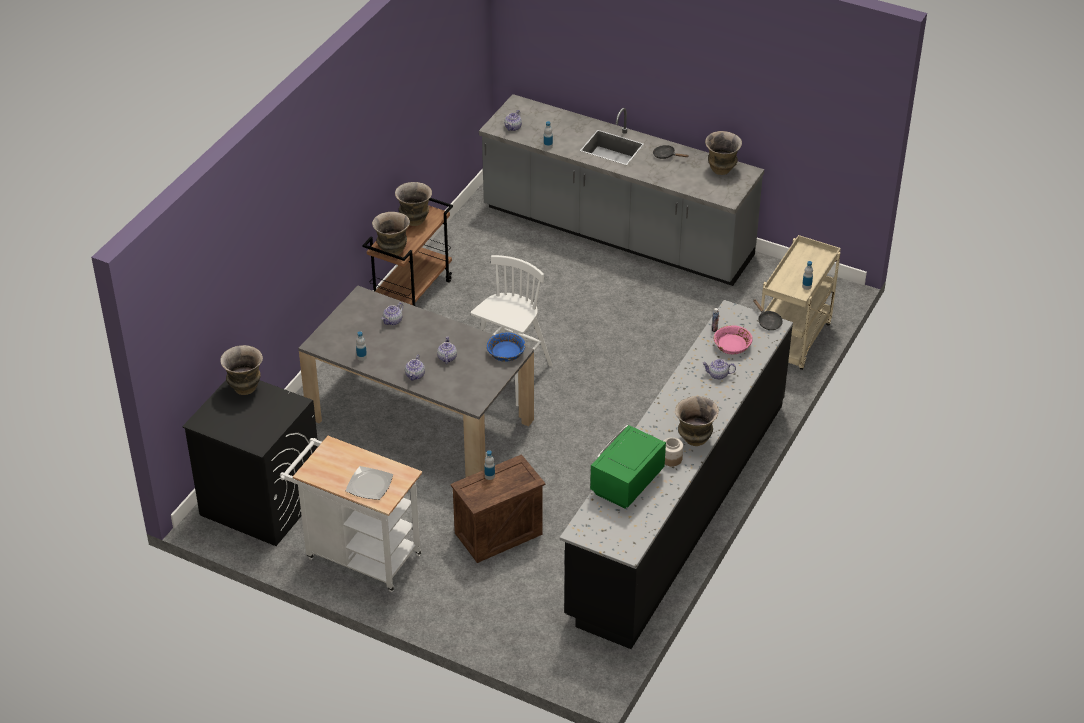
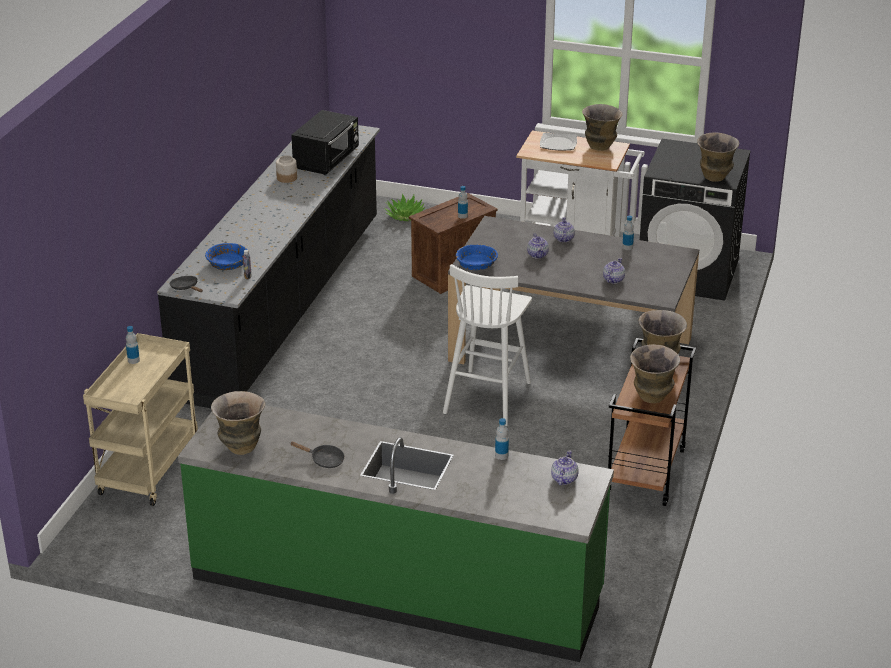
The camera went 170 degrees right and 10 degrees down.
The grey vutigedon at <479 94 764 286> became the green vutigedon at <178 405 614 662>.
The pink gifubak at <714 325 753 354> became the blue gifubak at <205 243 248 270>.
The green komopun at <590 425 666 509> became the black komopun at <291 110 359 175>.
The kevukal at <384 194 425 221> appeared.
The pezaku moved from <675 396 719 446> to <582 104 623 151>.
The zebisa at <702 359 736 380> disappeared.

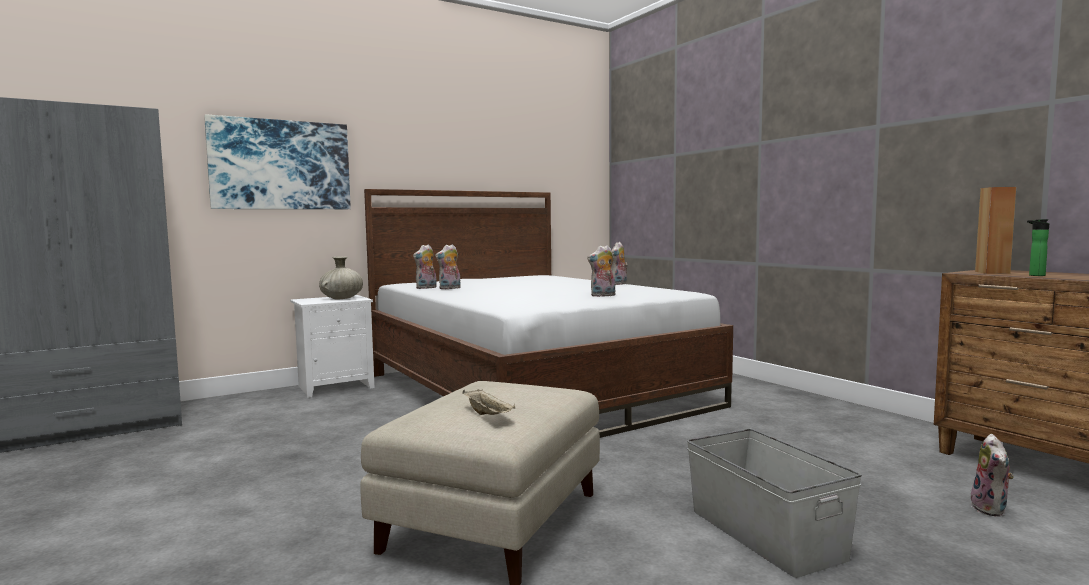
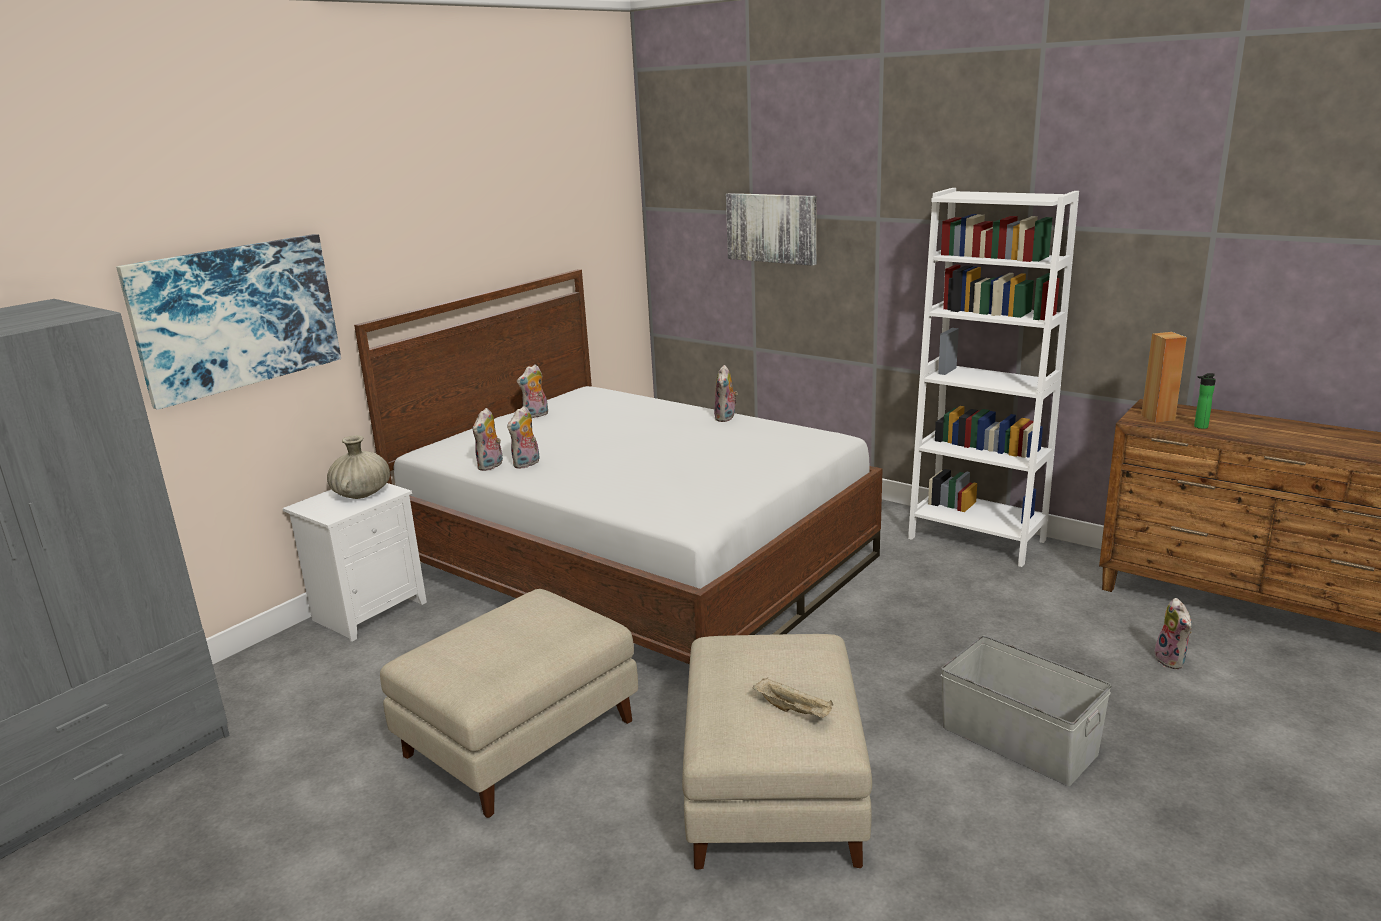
The camera went 20 degrees left and 15 degrees up.
The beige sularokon at <380 589 638 818> appeared.
The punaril moved from <587 245 615 297> to <517 364 548 418>.
The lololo at <726 193 817 266> appeared.
The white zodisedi at <908 188 1079 567> appeared.

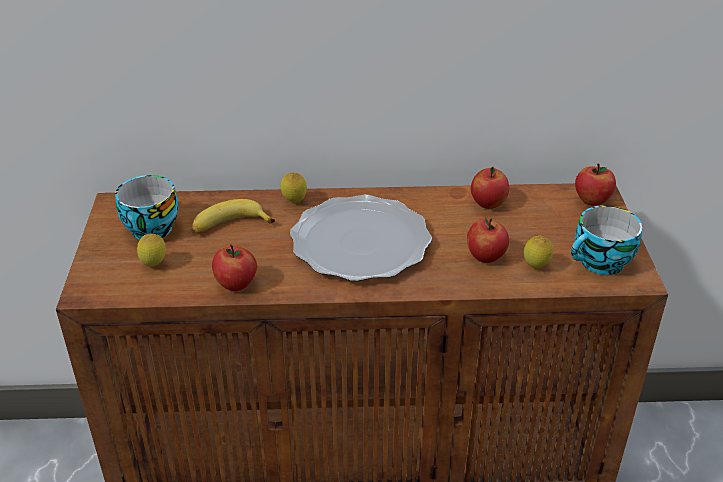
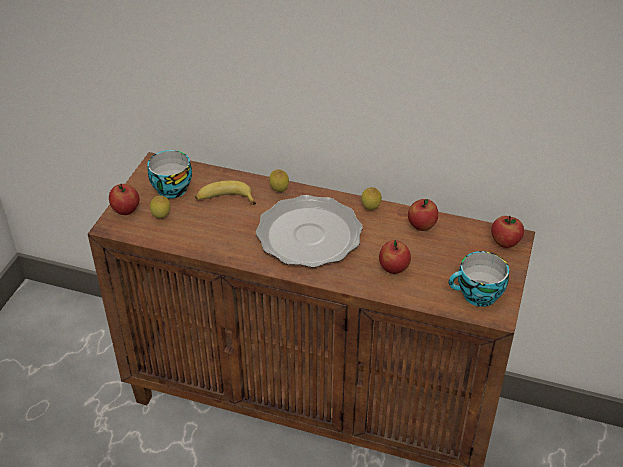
The camera went 20 degrees right and 5 degrees up.
The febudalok moved from <212 245 257 291> to <109 183 139 215>.
The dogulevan moved from <523 236 553 269> to <361 187 382 210>.

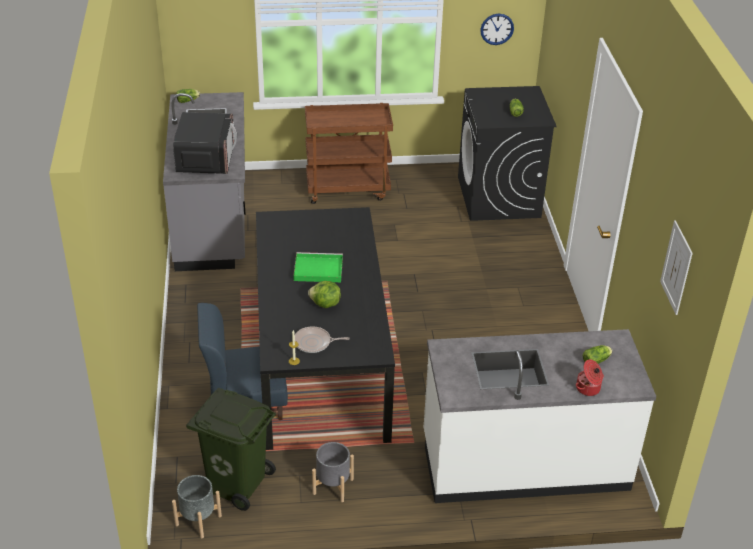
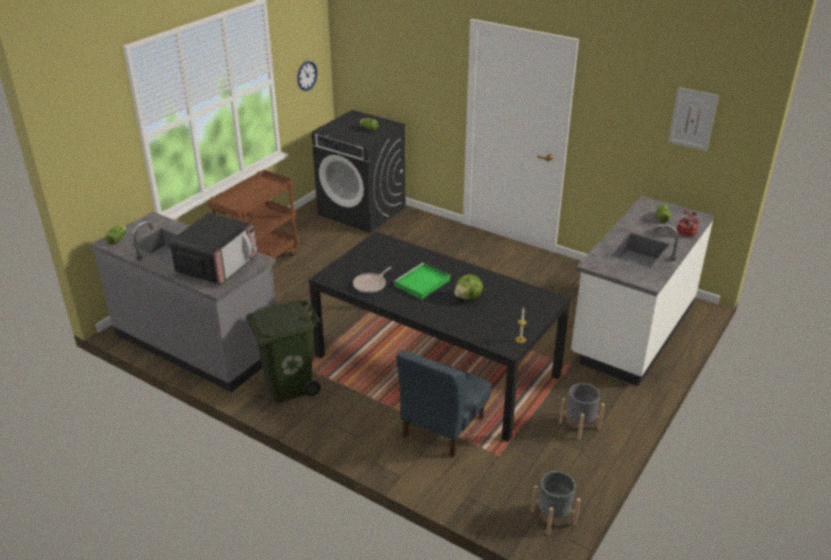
The camera went 50 degrees left and 5 degrees down.
The komopun at <173 112 237 174> turned 75 degrees clockwise.
The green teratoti moved from <186 388 276 511> to <246 300 321 402>.
The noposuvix moved from <295 327 350 353> to <353 267 391 293>.

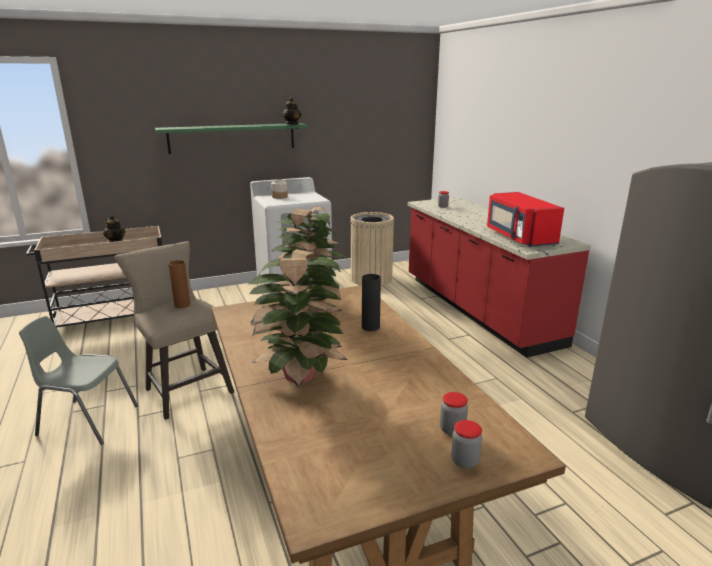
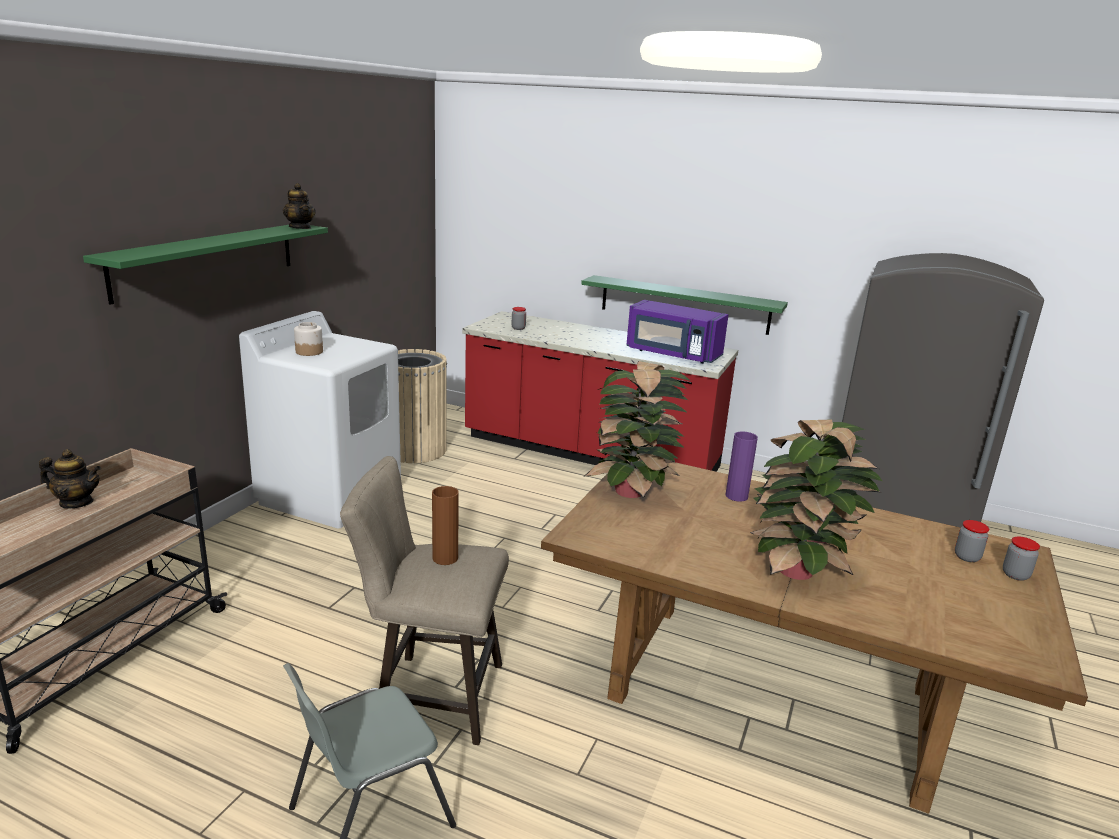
The camera went 45 degrees left and 0 degrees up.
The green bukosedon at <581 275 788 335> appeared.
The red komopun at <487 192 564 247> became the purple komopun at <626 300 728 364>.
The black pezaku at <362 274 381 331> became the purple pezaku at <725 431 758 502>.

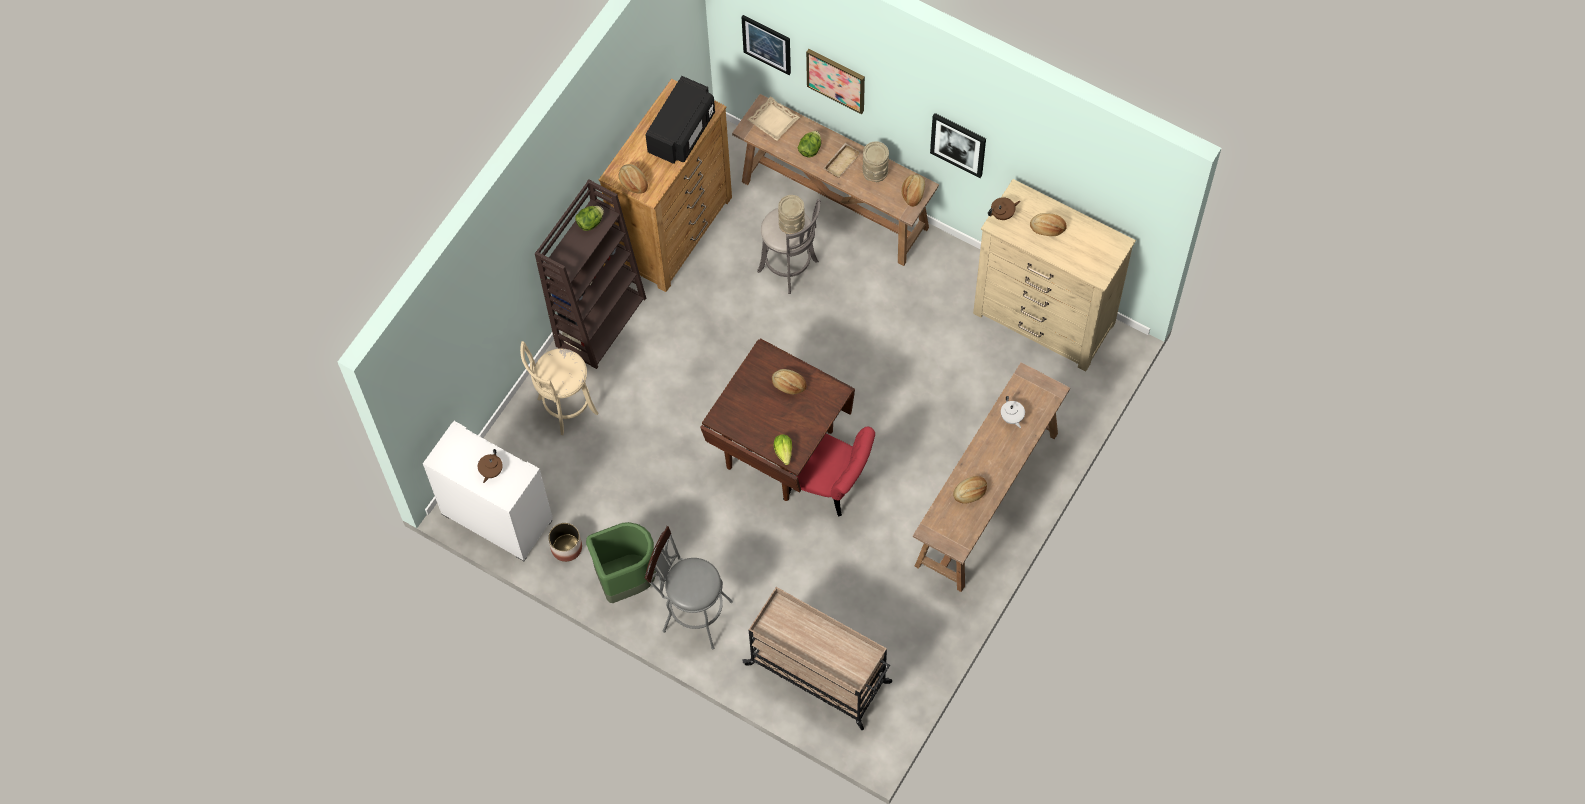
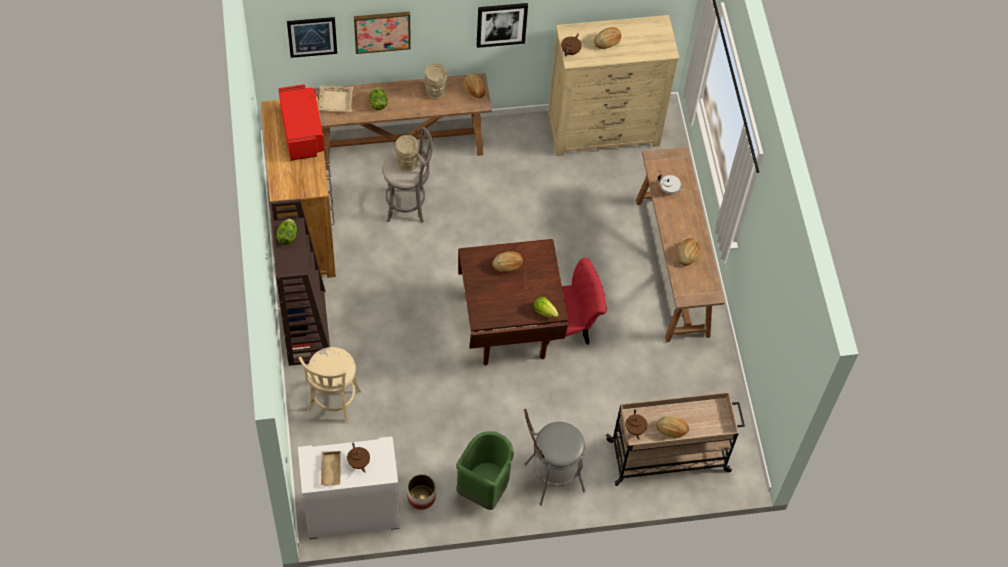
The camera went 45 degrees left and 5 degrees down.
The black komopun at <645 76 715 164> became the red komopun at <278 84 325 161>.
The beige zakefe moved from <824 143 861 178> to <320 451 341 486>.
The brown zebisa at <625 409 647 440> appeared.
The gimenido moved from <618 164 648 194> to <656 416 689 438>.

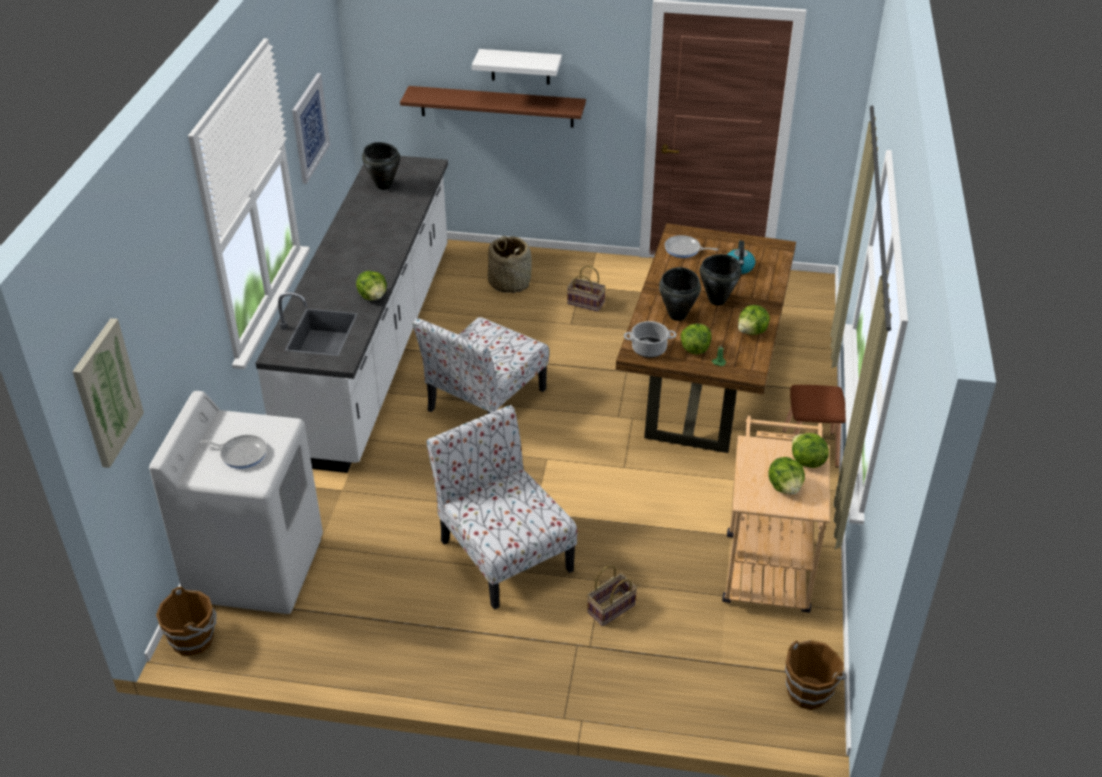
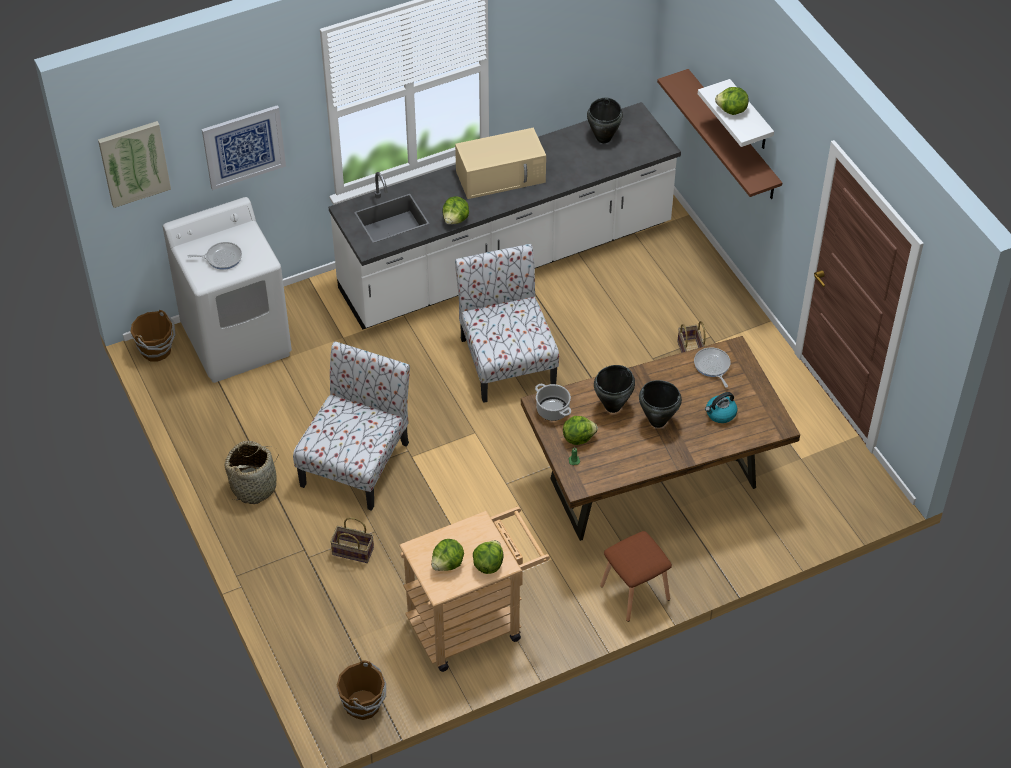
The camera went 55 degrees right and 10 degrees up.
The noposuvix at <200 435 267 469> turned 75 degrees counterclockwise.
The lololo moved from <292 73 330 184> to <202 105 286 190>.
The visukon moved from <488 236 532 293> to <225 441 279 504>.
The beige komopun at <455 128 546 199> appeared.
The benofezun at <412 317 549 414> turned 75 degrees clockwise.
The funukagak moved from <738 305 770 335> to <715 87 749 115>.

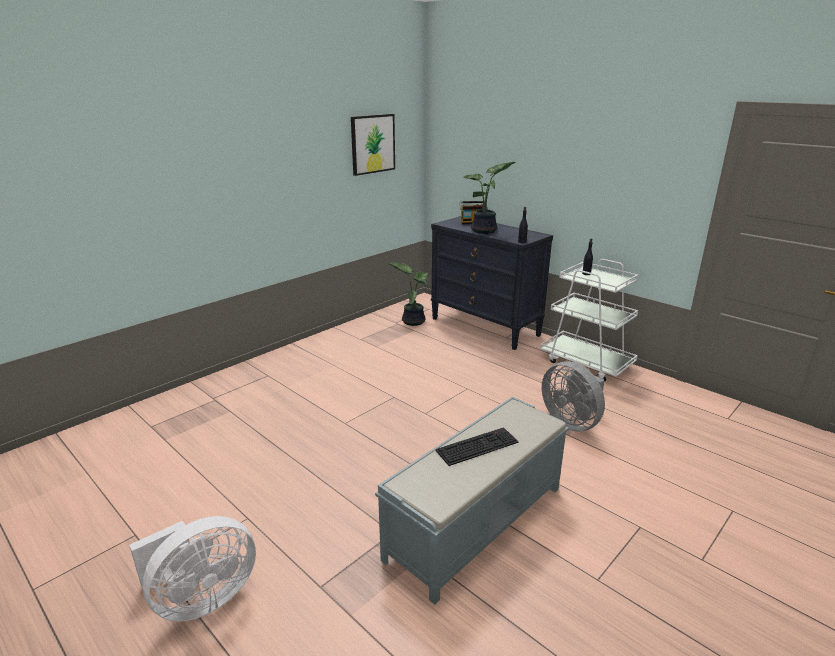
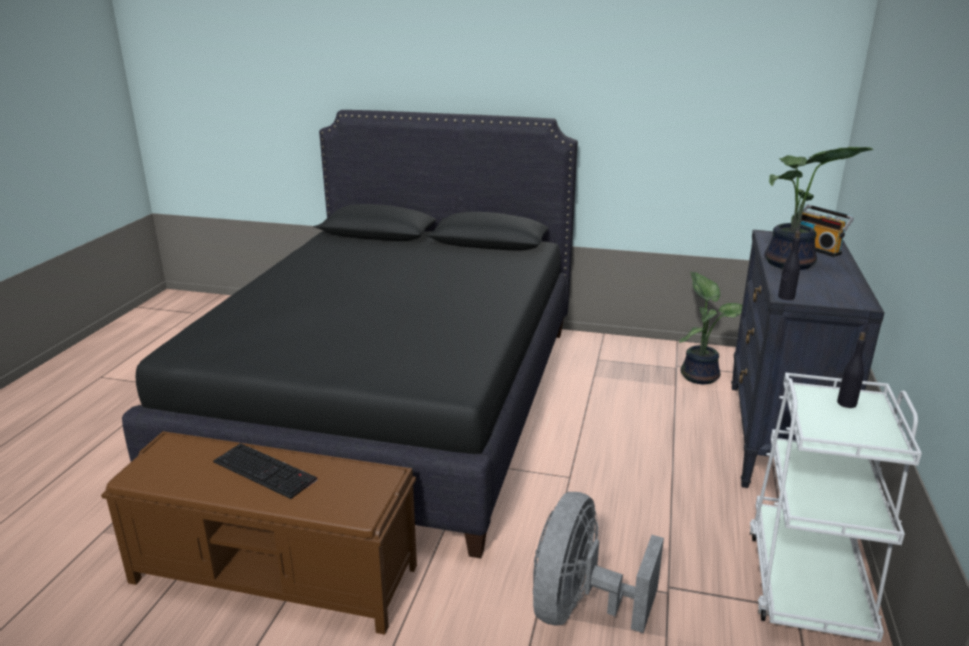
The camera went 60 degrees right and 0 degrees up.
The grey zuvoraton at <375 397 569 605> became the brown zuvoraton at <101 431 417 635>.
The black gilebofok at <122 110 578 558> appeared.
The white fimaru at <129 516 256 622> disappeared.
The lololo at <351 114 395 176> disappeared.

